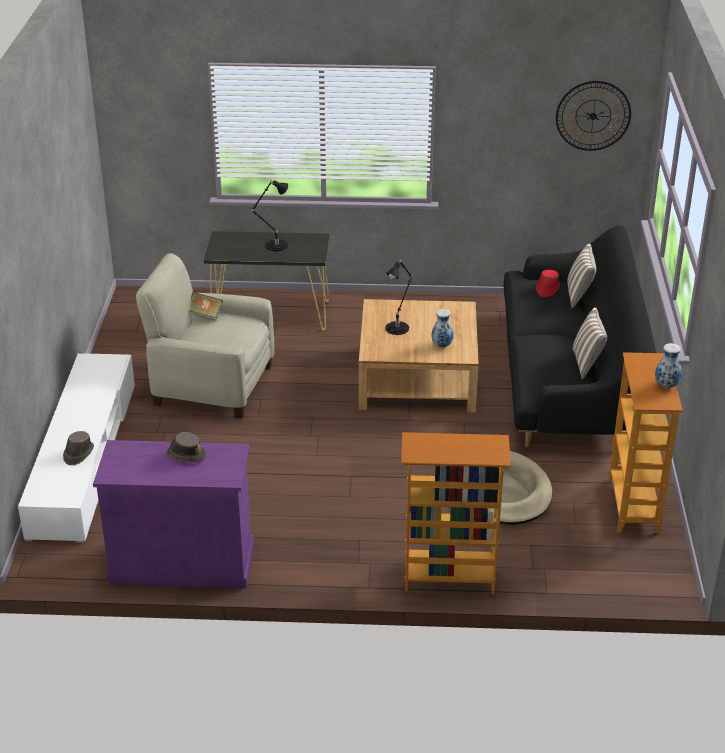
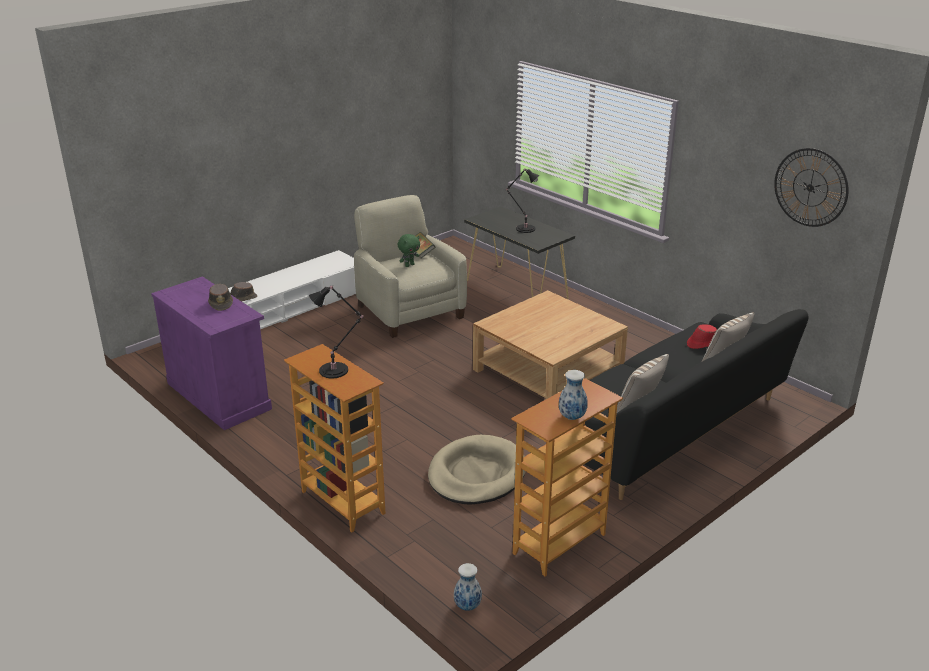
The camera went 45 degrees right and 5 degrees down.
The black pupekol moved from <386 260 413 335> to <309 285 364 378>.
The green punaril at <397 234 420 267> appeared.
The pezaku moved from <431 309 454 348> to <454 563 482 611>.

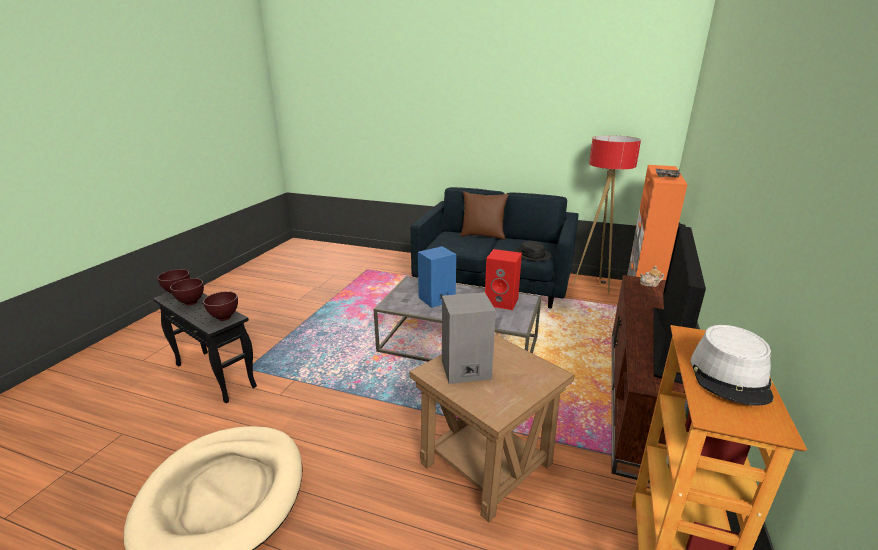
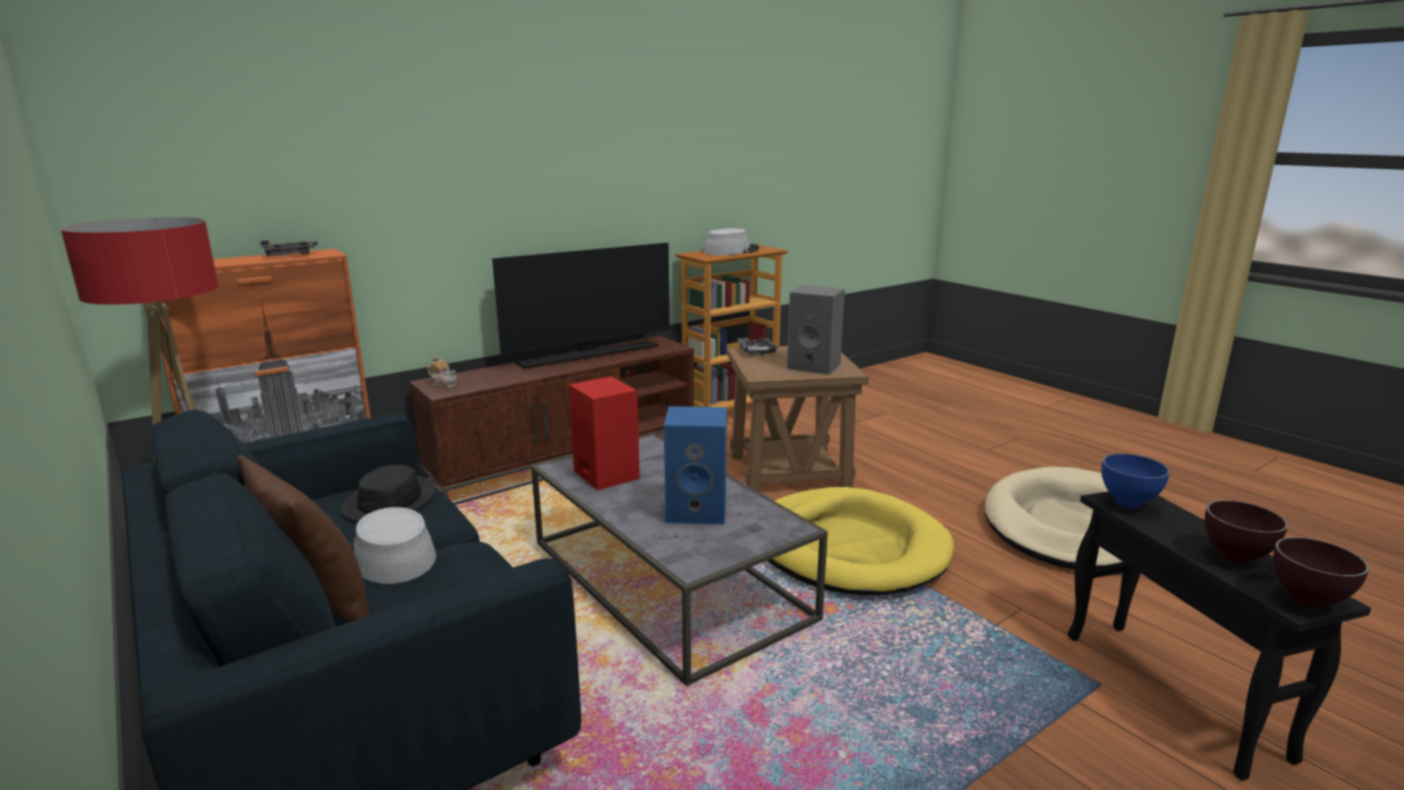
The camera went 145 degrees left and 5 degrees down.
The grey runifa at <350 507 436 584> appeared.
The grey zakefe at <737 338 778 356> appeared.
The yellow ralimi at <768 487 954 595> appeared.
The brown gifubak at <203 291 238 321> became the blue gifubak at <1101 454 1170 508>.

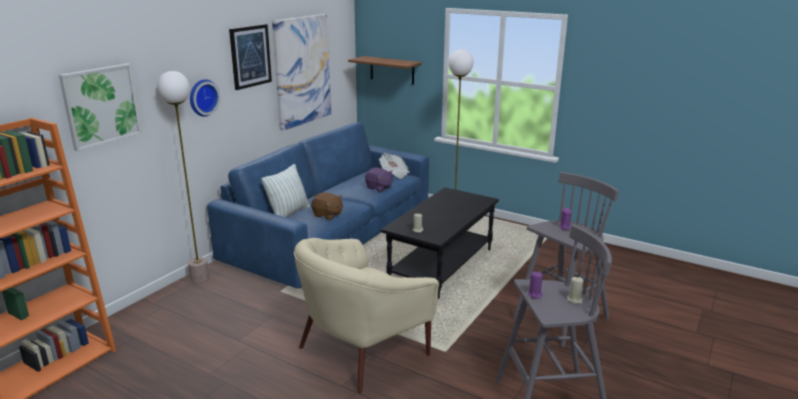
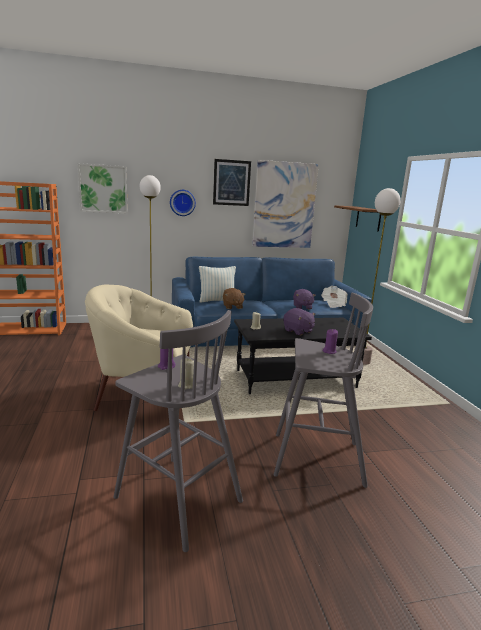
The camera went 45 degrees right and 5 degrees down.
The purple punaril at <283 308 315 335> appeared.

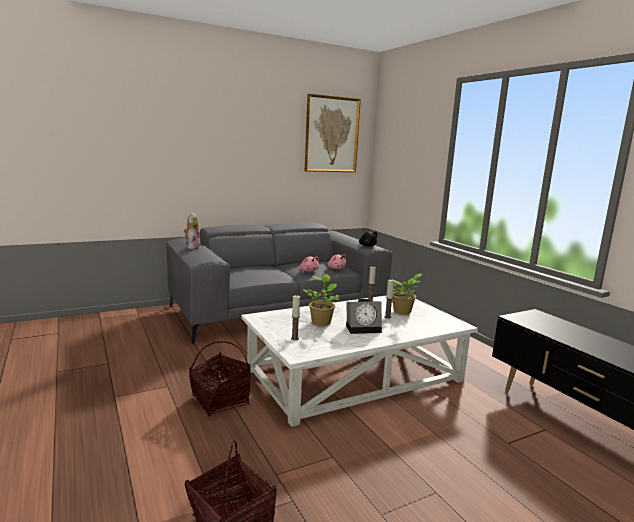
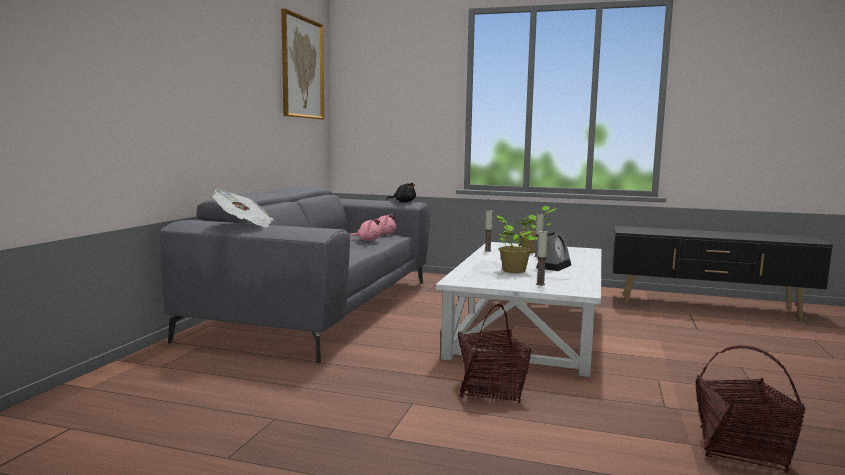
The camera went 45 degrees left and 5 degrees down.
The punaril at <184 213 200 249> was replaced by the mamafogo at <212 190 274 227>.

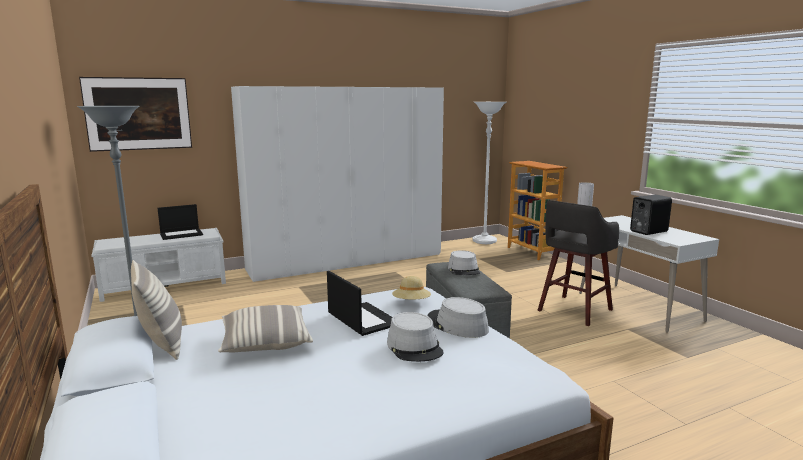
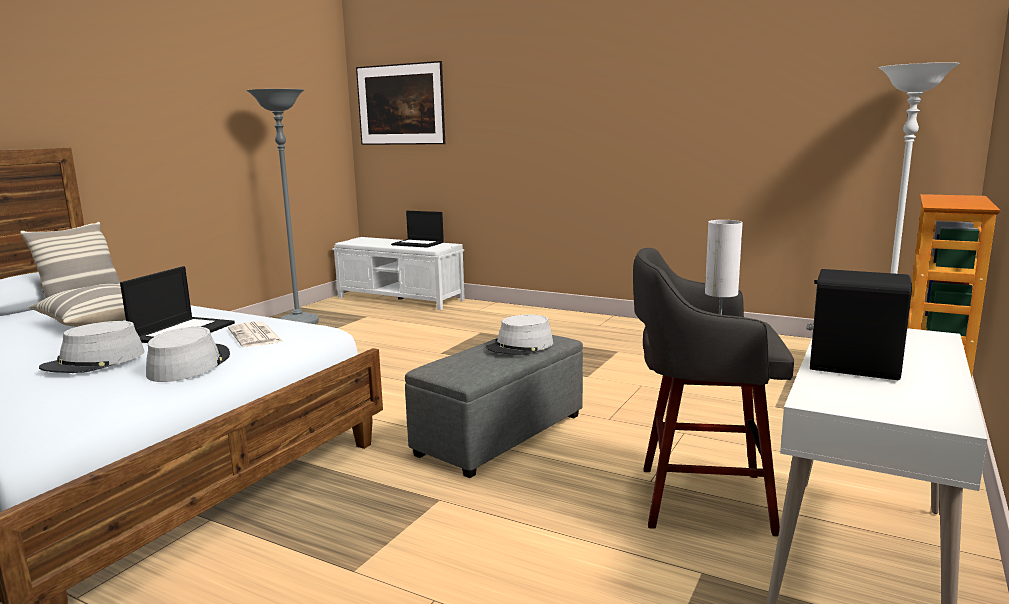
The camera went 55 degrees right and 0 degrees up.
The beige runifa at <392 276 431 299> was replaced by the mamafogo at <228 321 283 347>.
The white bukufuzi at <231 86 444 282> disappeared.

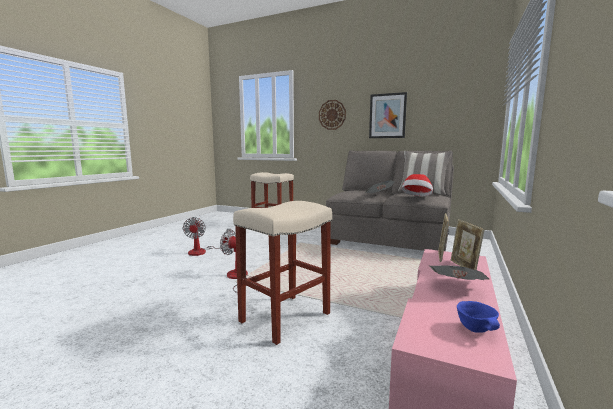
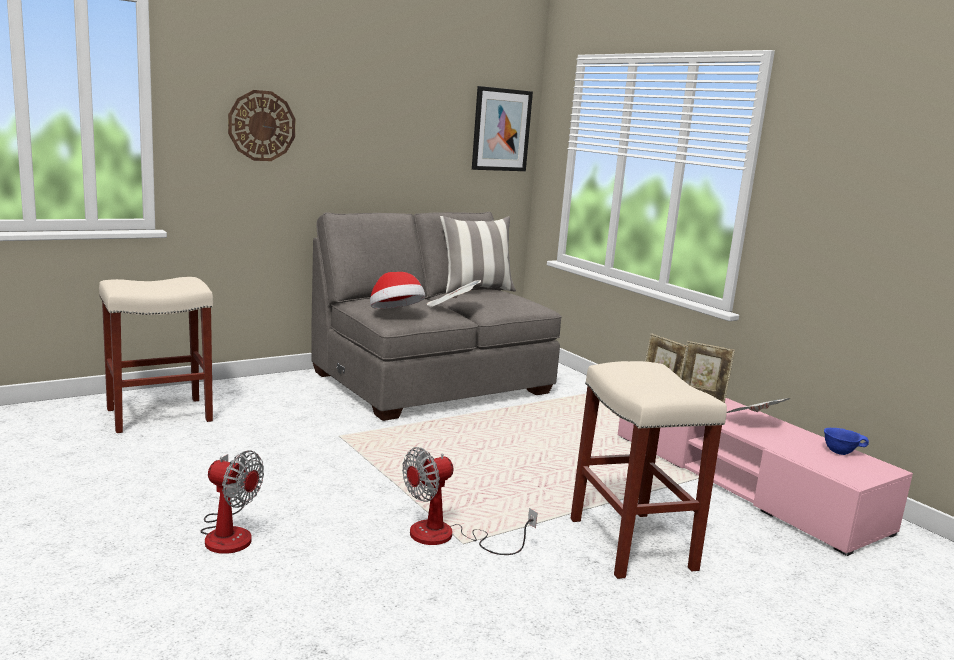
The camera went 60 degrees left and 5 degrees up.
The runifa moved from <402 174 433 196> to <370 272 425 309>.
The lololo moved from <369 92 407 138> to <472 86 533 171>.

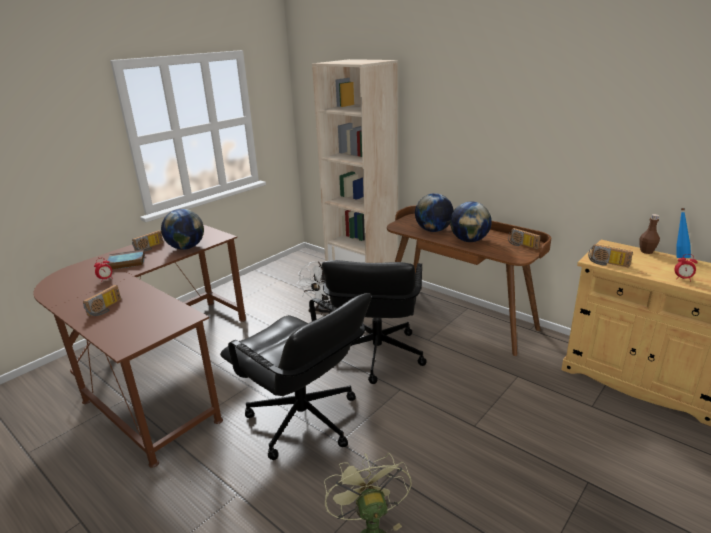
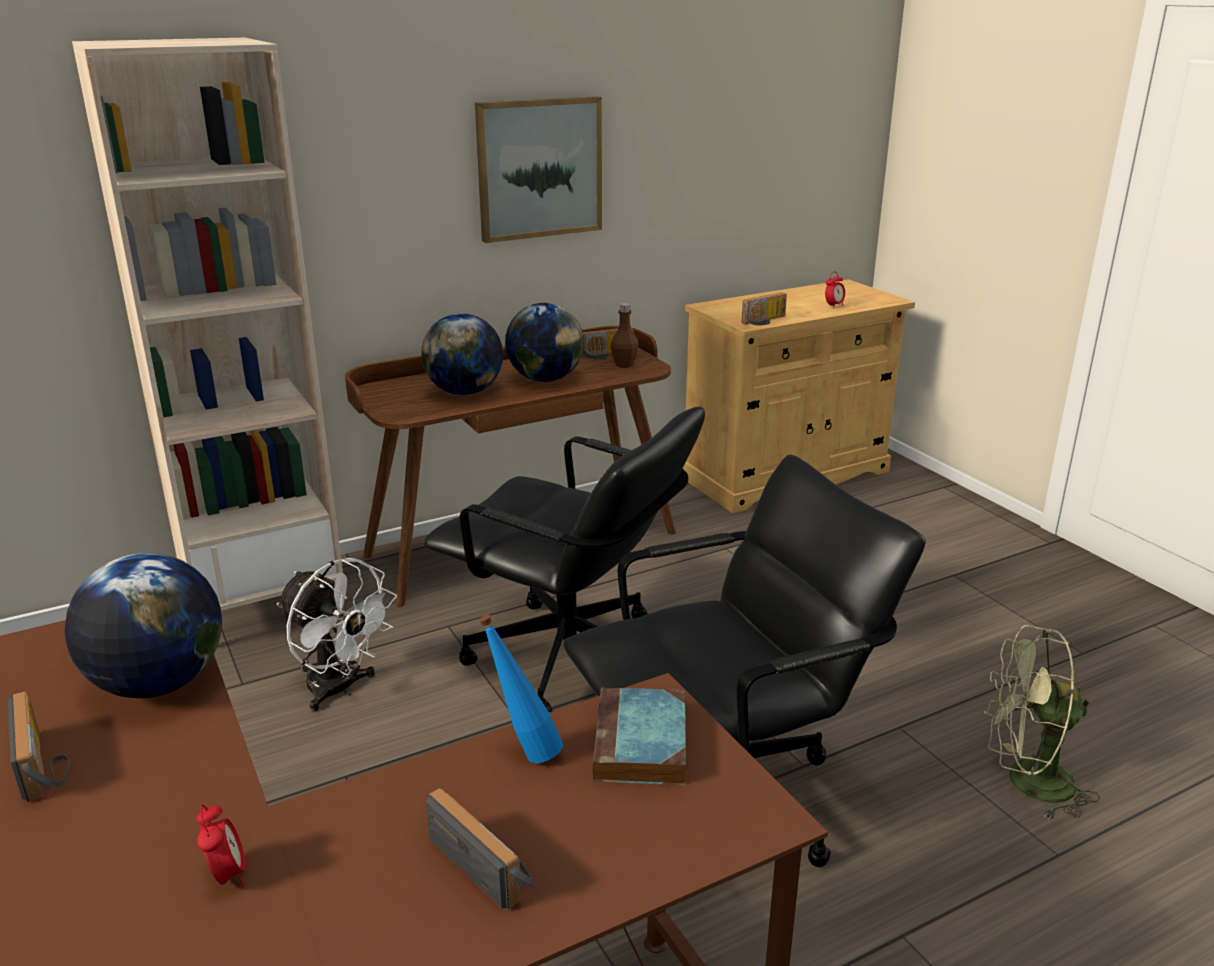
The camera went 70 degrees left and 0 degrees up.
The lololo at <475 96 602 243> appeared.
The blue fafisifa moved from <676 208 691 258> to <479 615 563 763>.
The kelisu moved from <107 250 145 270> to <592 687 687 786>.
The brown fafisifa moved from <639 214 660 254> to <611 303 638 368>.

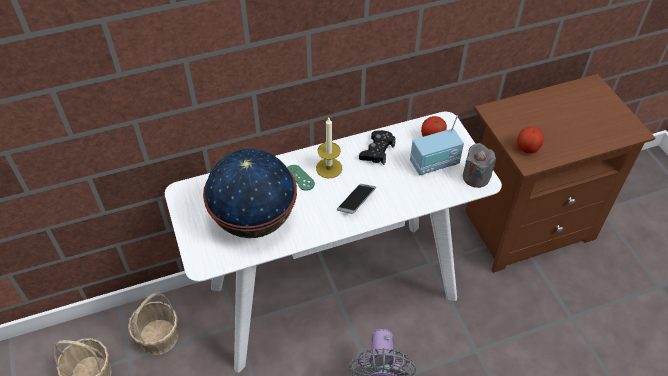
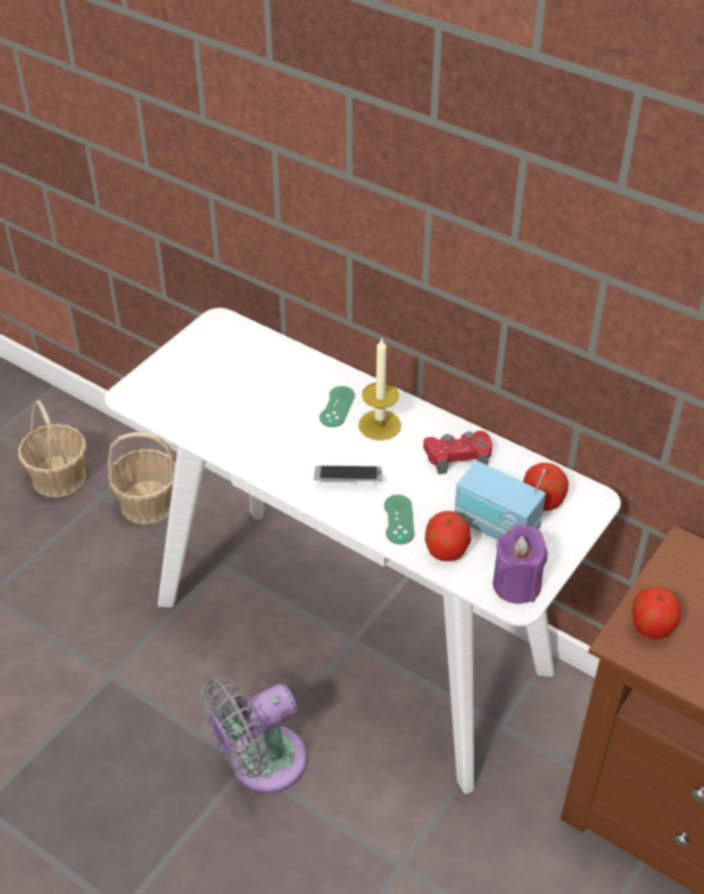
The camera went 55 degrees right and 5 degrees down.
The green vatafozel at <384 495 414 544> appeared.
The black vatafozel at <359 130 395 165> became the red vatafozel at <423 431 492 474>.
The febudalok at <425 511 471 561> appeared.
The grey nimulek at <463 143 496 188> became the purple nimulek at <493 525 548 604>.
The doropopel at <203 149 297 238> disappeared.

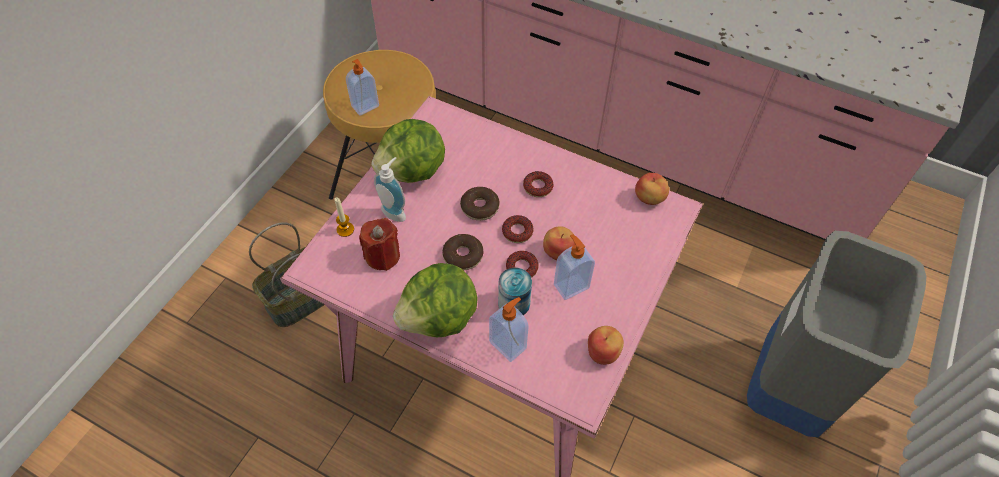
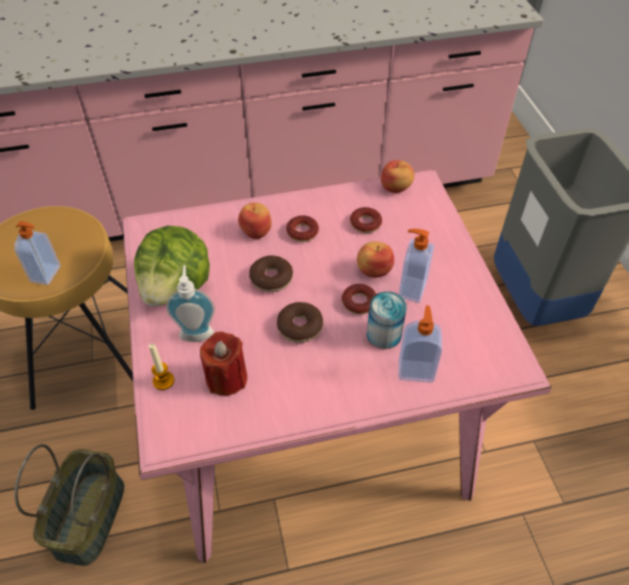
The camera went 40 degrees left and 5 degrees down.
The febudalok moved from <588 326 624 365> to <238 203 272 239>.
The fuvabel moved from <502 215 534 243> to <350 207 382 233>.
The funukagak at <393 263 478 337> disappeared.

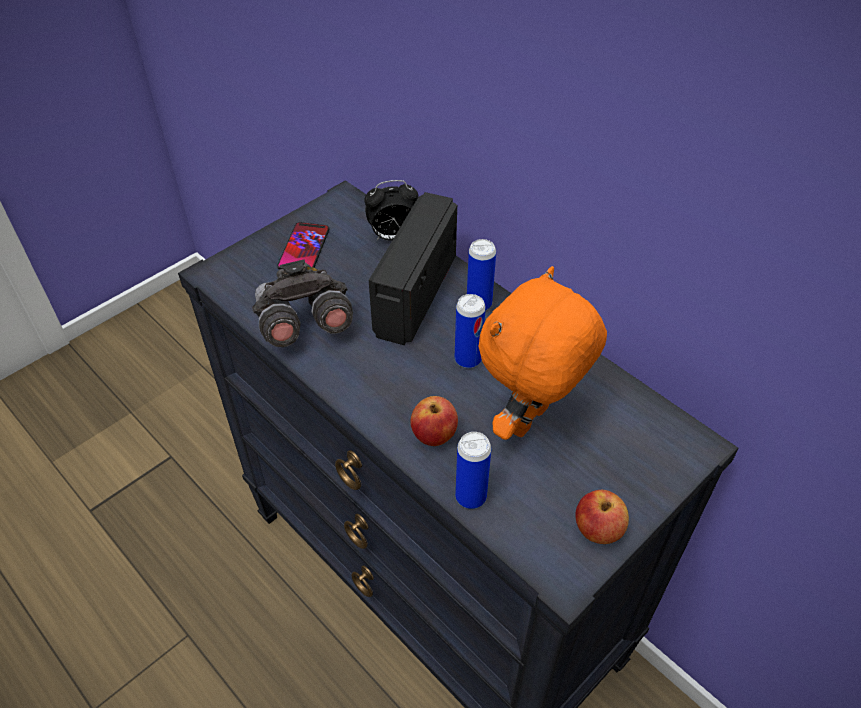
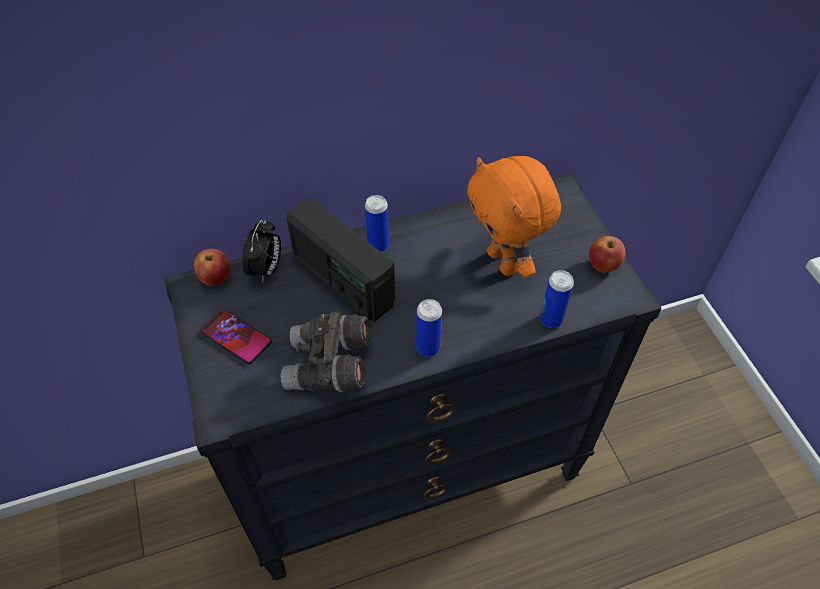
The camera went 65 degrees left and 5 degrees up.
The febudalok moved from <410 396 458 446> to <194 249 230 286>.
The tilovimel moved from <454 294 486 368> to <416 299 442 357>.

